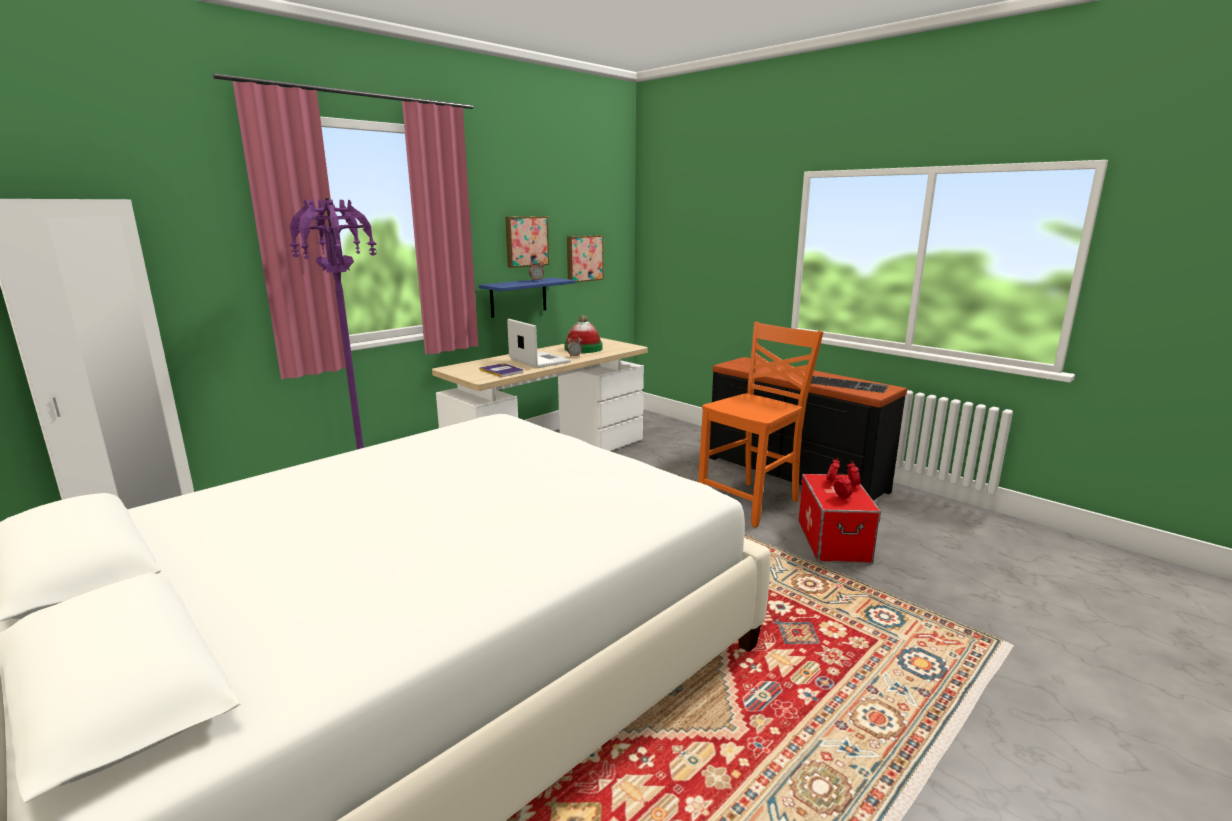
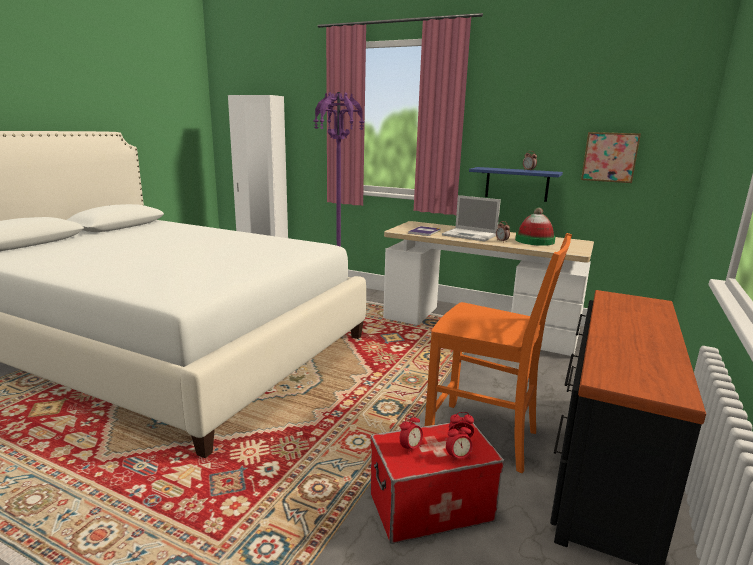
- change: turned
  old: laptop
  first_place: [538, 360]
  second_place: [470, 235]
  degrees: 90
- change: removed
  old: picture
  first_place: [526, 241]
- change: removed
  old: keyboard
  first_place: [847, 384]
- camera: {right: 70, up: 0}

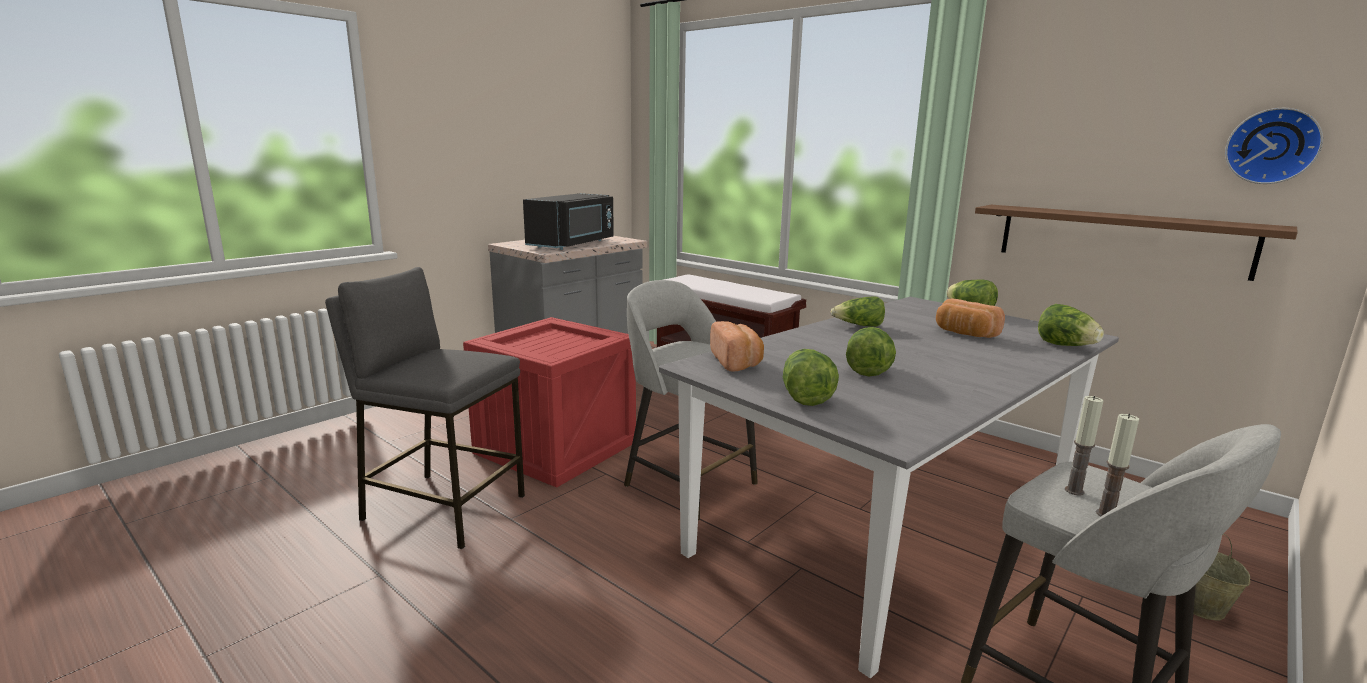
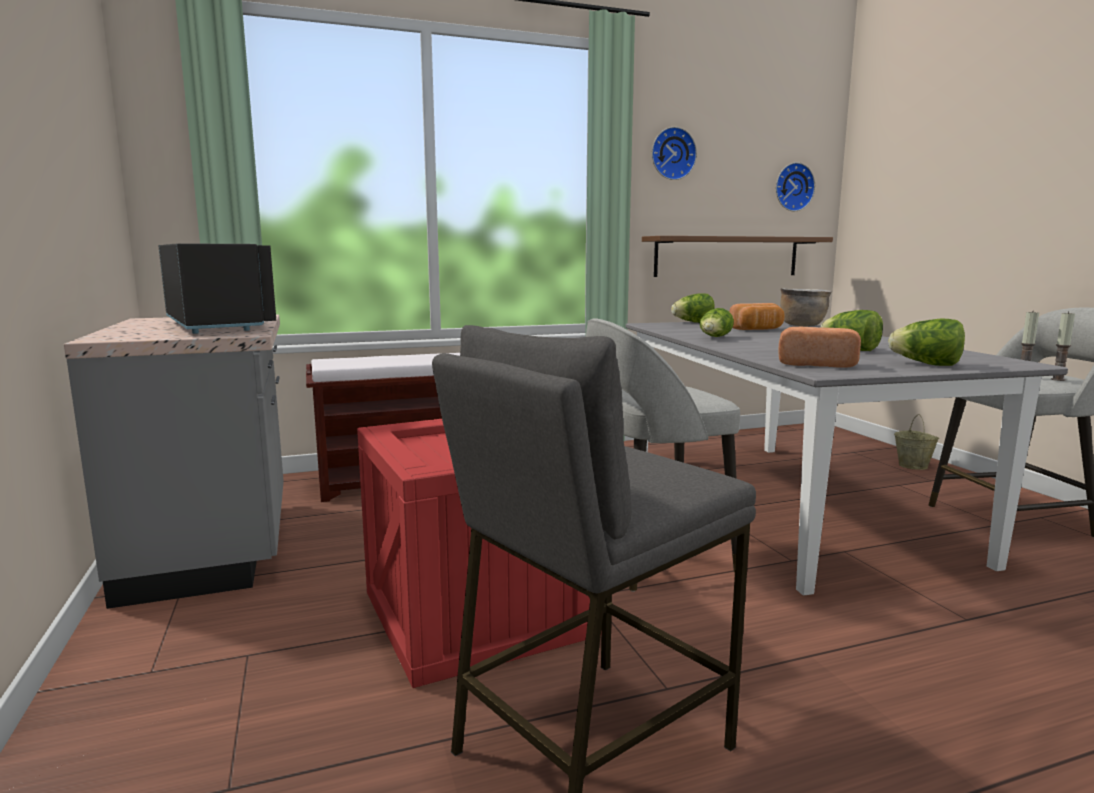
- change: added
  new: wall clock
  second_place: [672, 154]
- change: replaced
  old: lettuce
  new: cooking pot/brown
  first_place: [1065, 346]
  second_place: [802, 325]
- camera: {right: -60, up: -5}

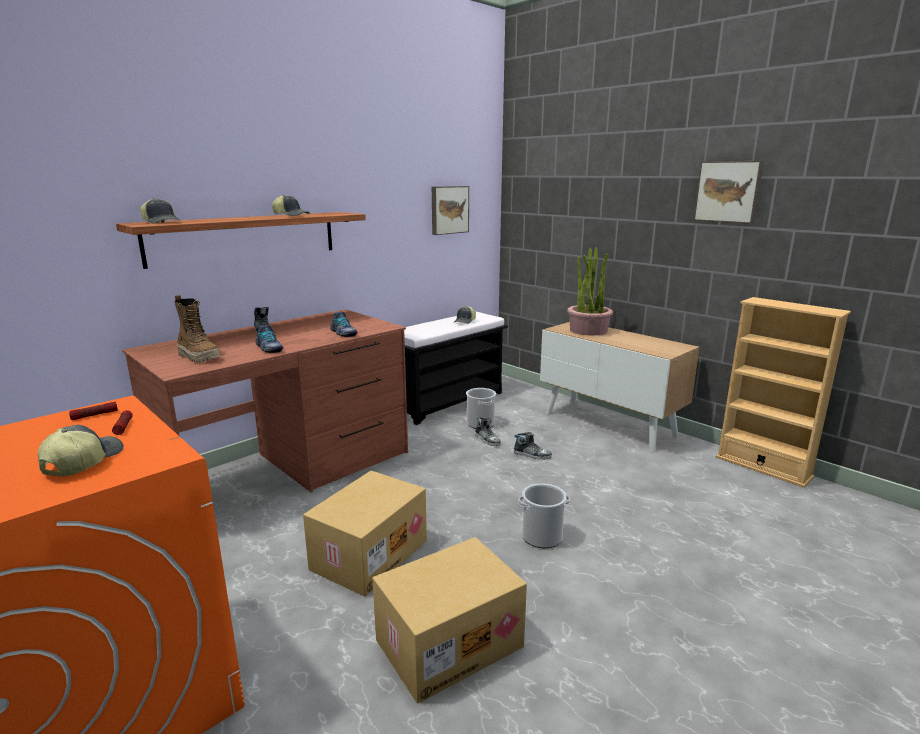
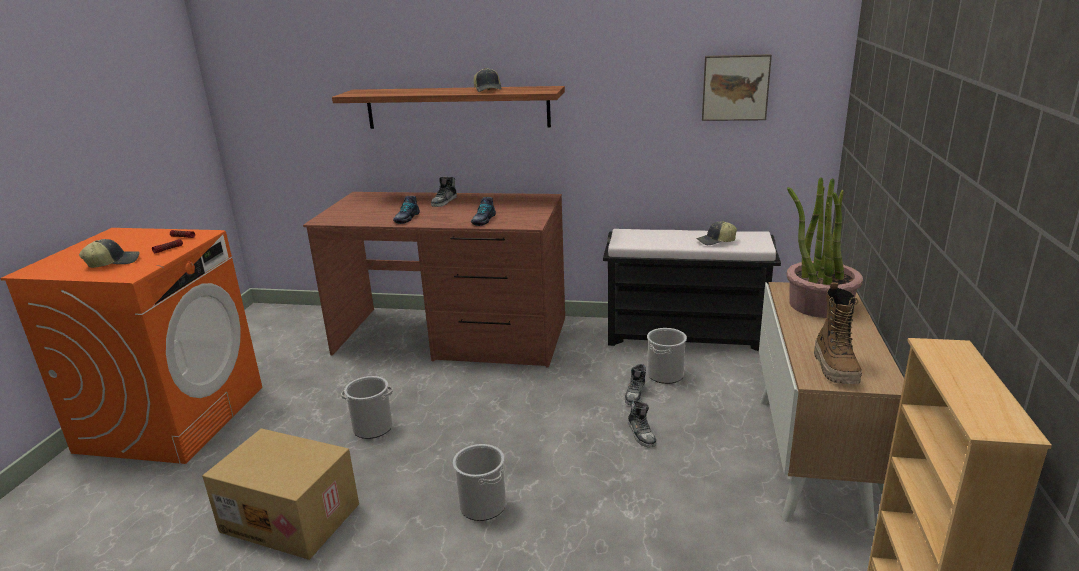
- change: replaced
  old: cardboard box
  new: bucket
  first_place: [369, 553]
  second_place: [373, 427]
- change: moved
  old: boot
  first_place: [199, 357]
  second_place: [835, 369]
- change: removed
  old: cap
  first_place: [162, 222]
- change: removed
  old: picture
  first_place: [728, 191]
- camera: {right: 55, up: 5}

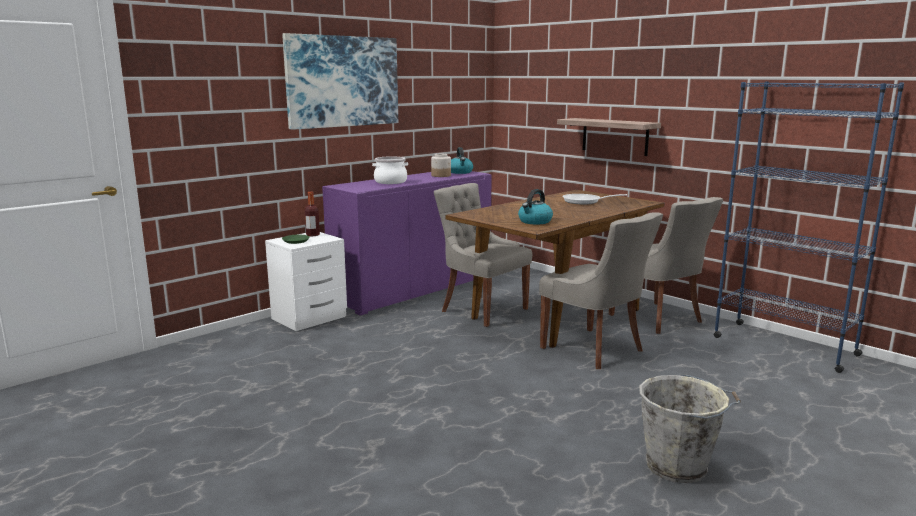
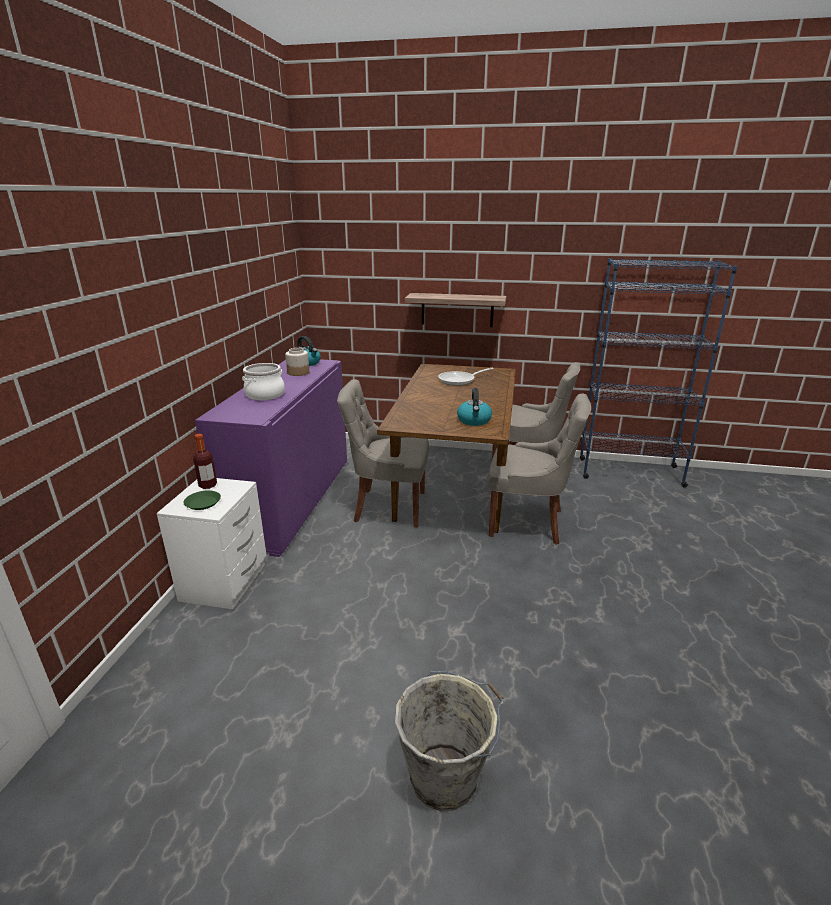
- change: moved
  old: bucket/grey
  first_place: [679, 467]
  second_place: [446, 776]
- change: removed
  old: picture
  first_place: [343, 81]
- camera: {right: -35, up: 10}

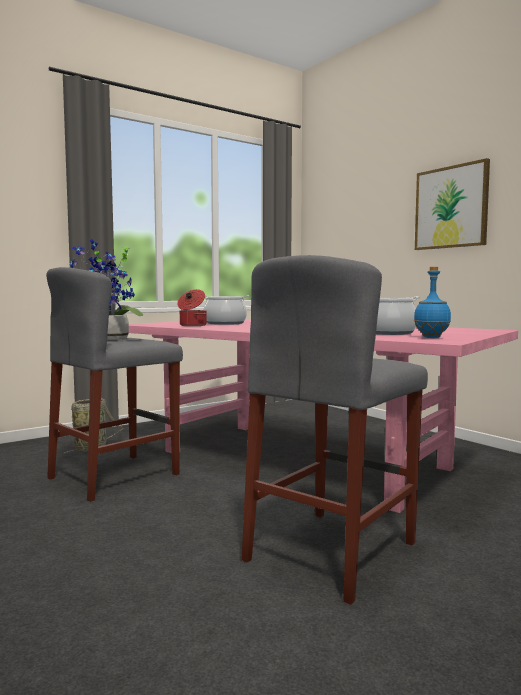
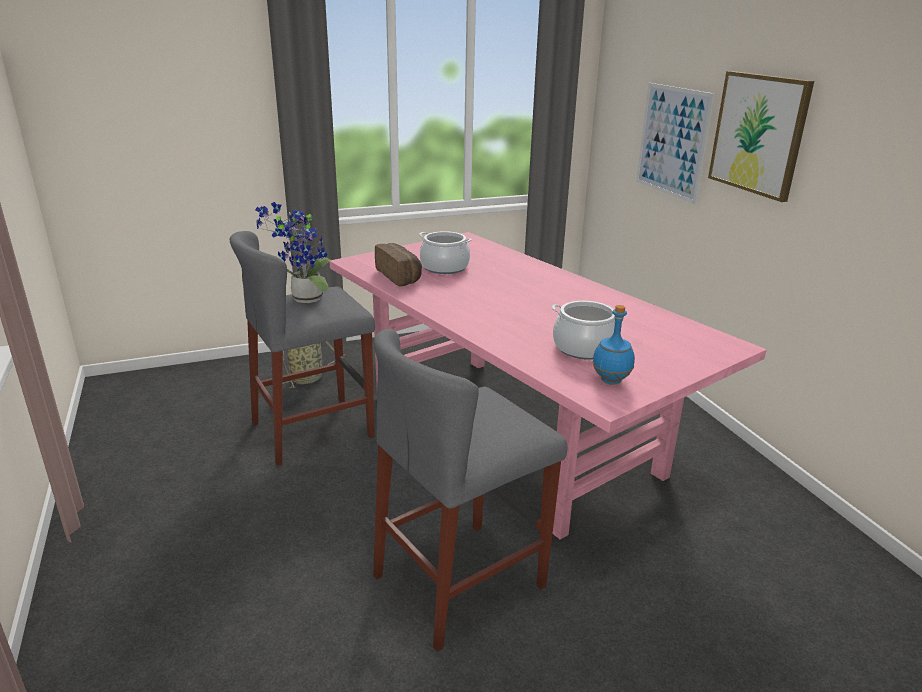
- change: replaced
  old: cooking pot
  new: bread
  first_place: [192, 325]
  second_place: [400, 276]
- change: added
  new: picture
  second_place: [672, 141]
- camera: {right: 15, up: 20}

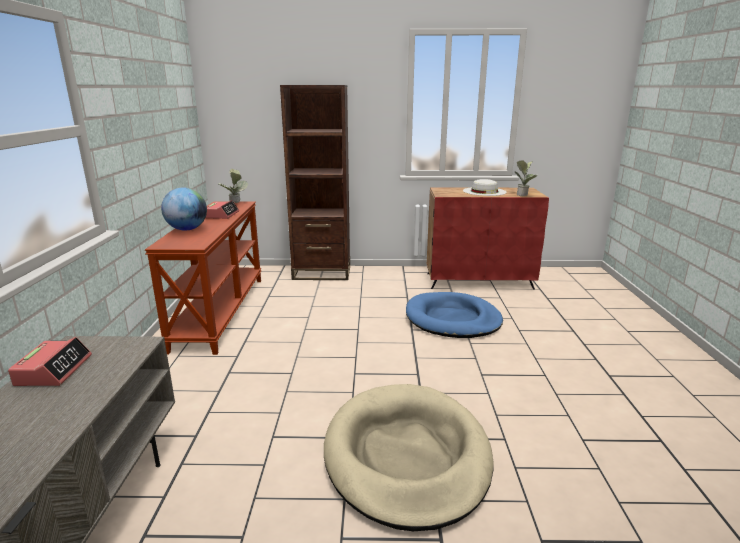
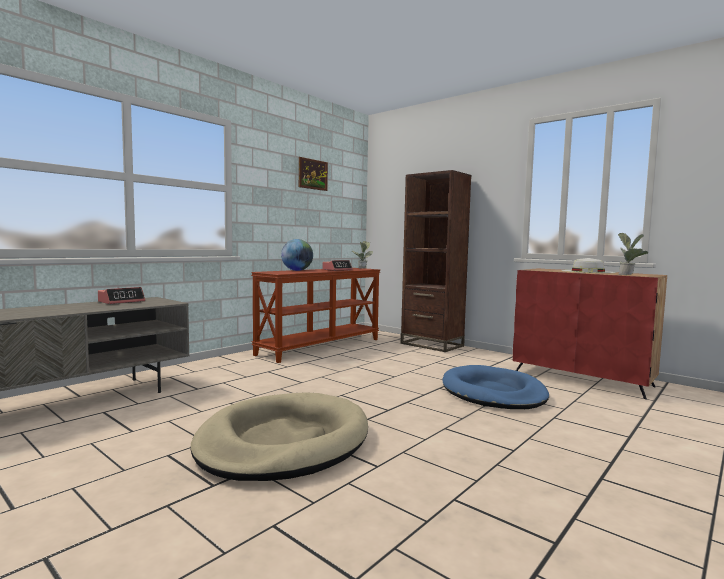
- change: added
  new: picture
  second_place: [312, 174]
- camera: {right: 40, up: -15}

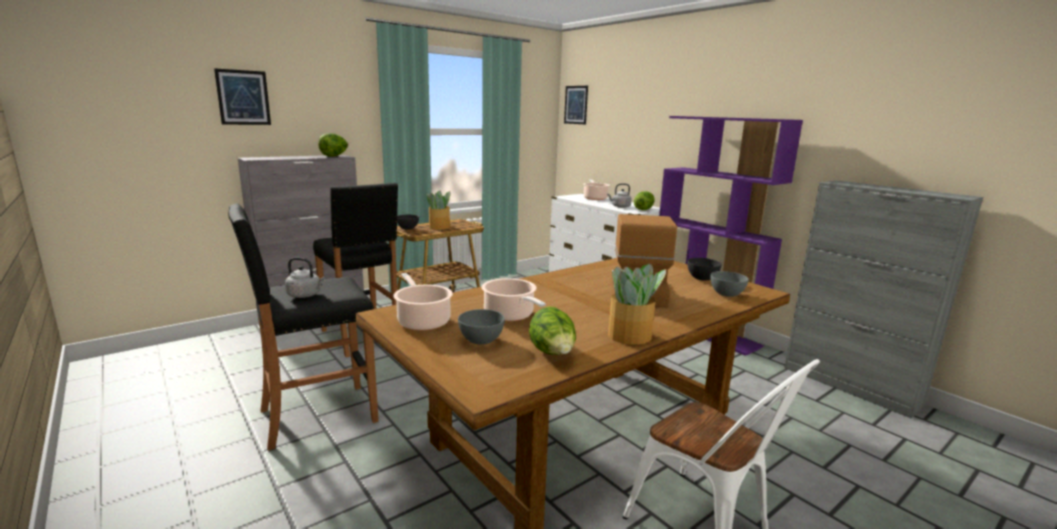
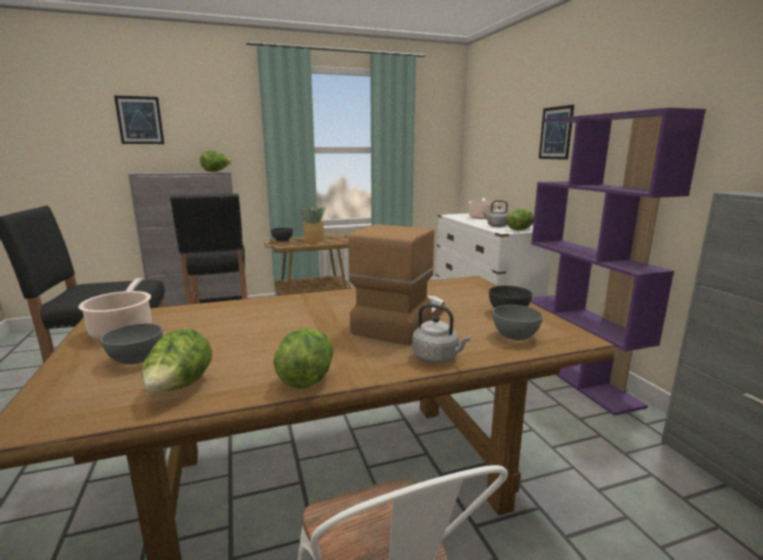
- change: replaced
  old: potted plant
  new: lettuce
  first_place: [631, 336]
  second_place: [306, 378]
- change: moved
  old: kettle/grey
  first_place: [305, 295]
  second_place: [437, 358]
- change: moved
  old: picture
  first_place: [576, 105]
  second_place: [556, 133]
- change: removed
  old: cooking pot
  first_place: [510, 315]
- camera: {right: 20, up: 0}

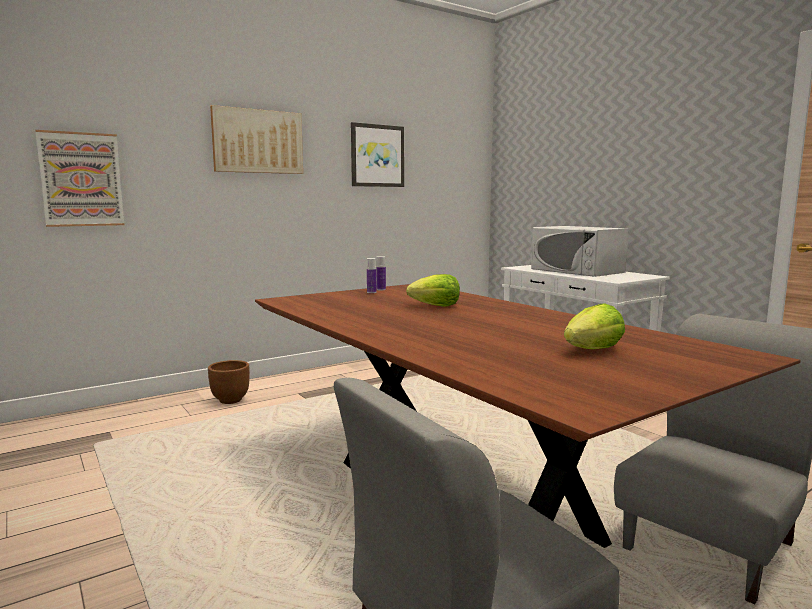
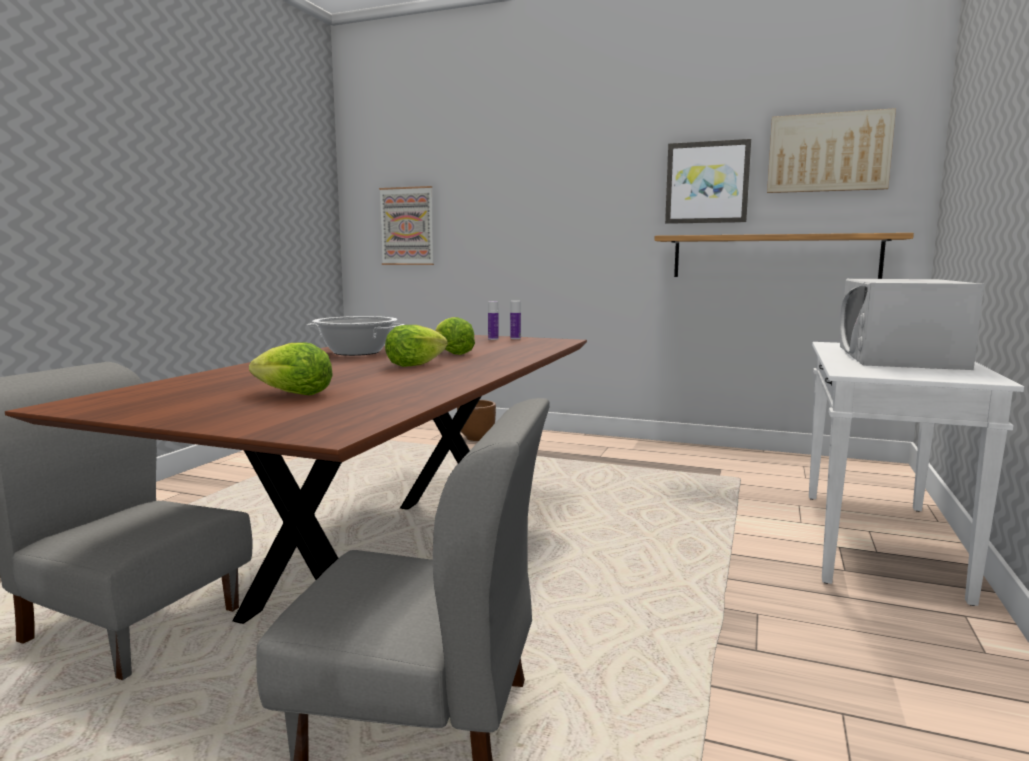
- change: added
  new: cooking pot
  second_place: [357, 352]
- change: added
  new: lettuce
  second_place: [414, 365]
- change: added
  new: shelf
  second_place: [774, 256]
- change: moved
  old: picture
  first_place: [258, 141]
  second_place: [828, 153]
- camera: {right: 55, up: 0}

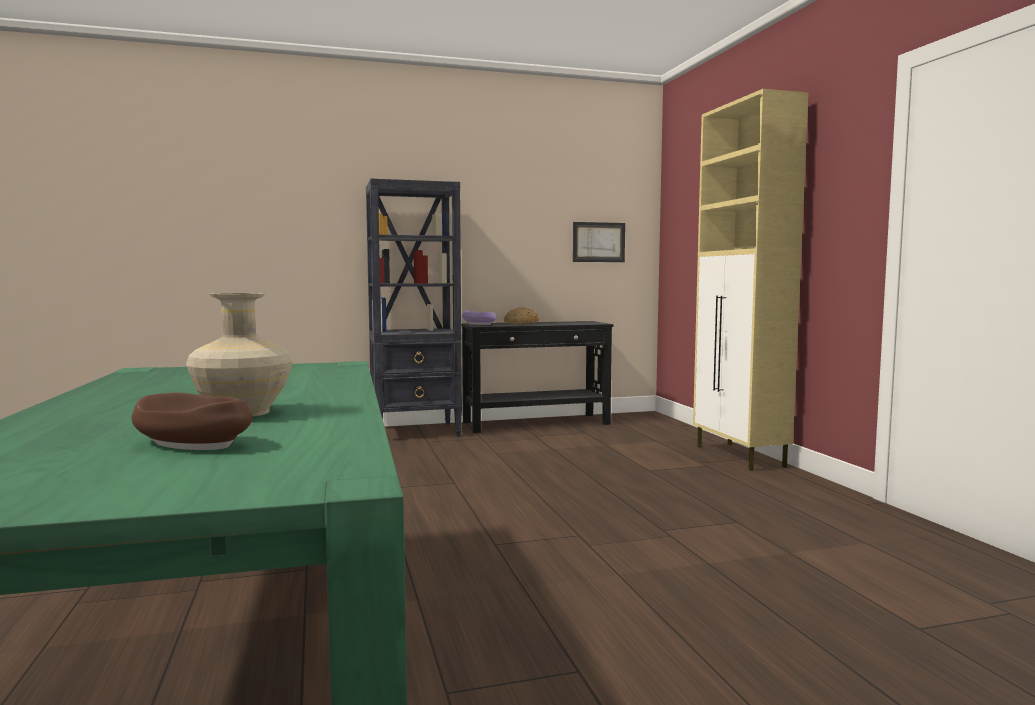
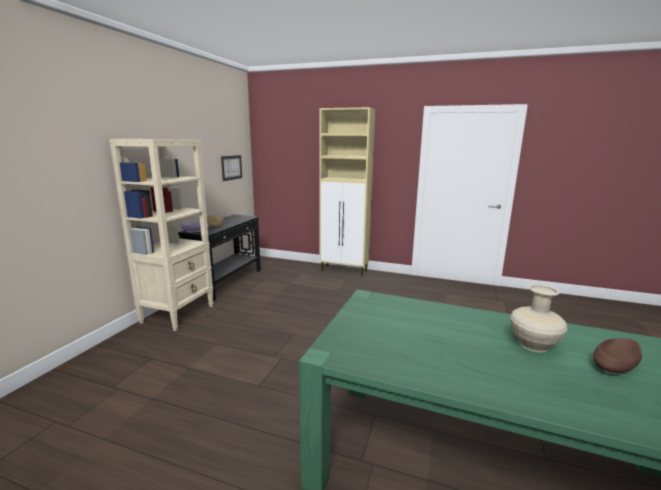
- change: recoloured
  old: bookcase/black
  new: bookcase/beige
  first_place: [416, 432]
  second_place: [178, 314]
- camera: {right: -55, up: 10}

